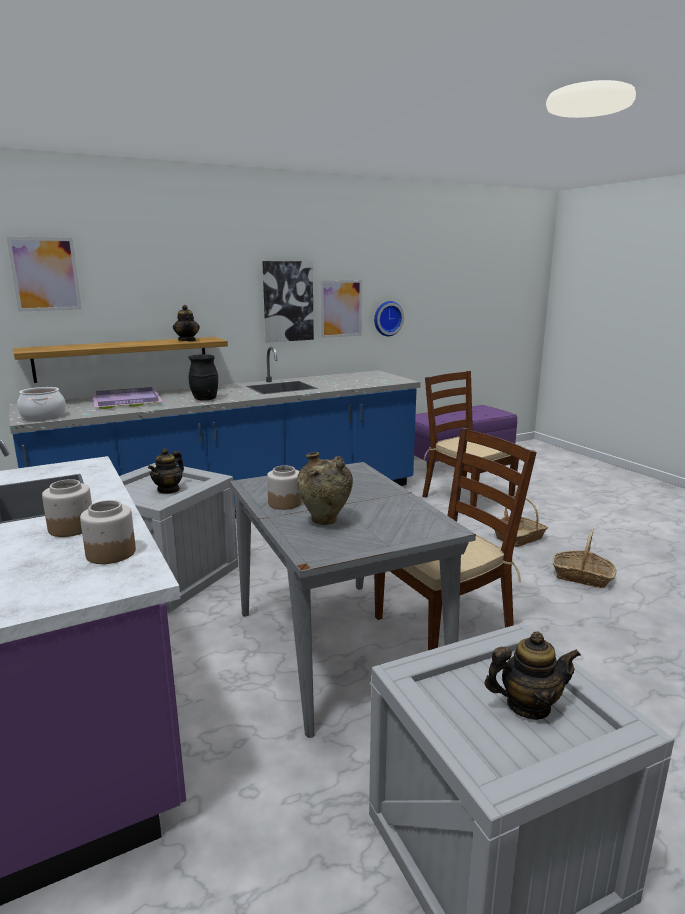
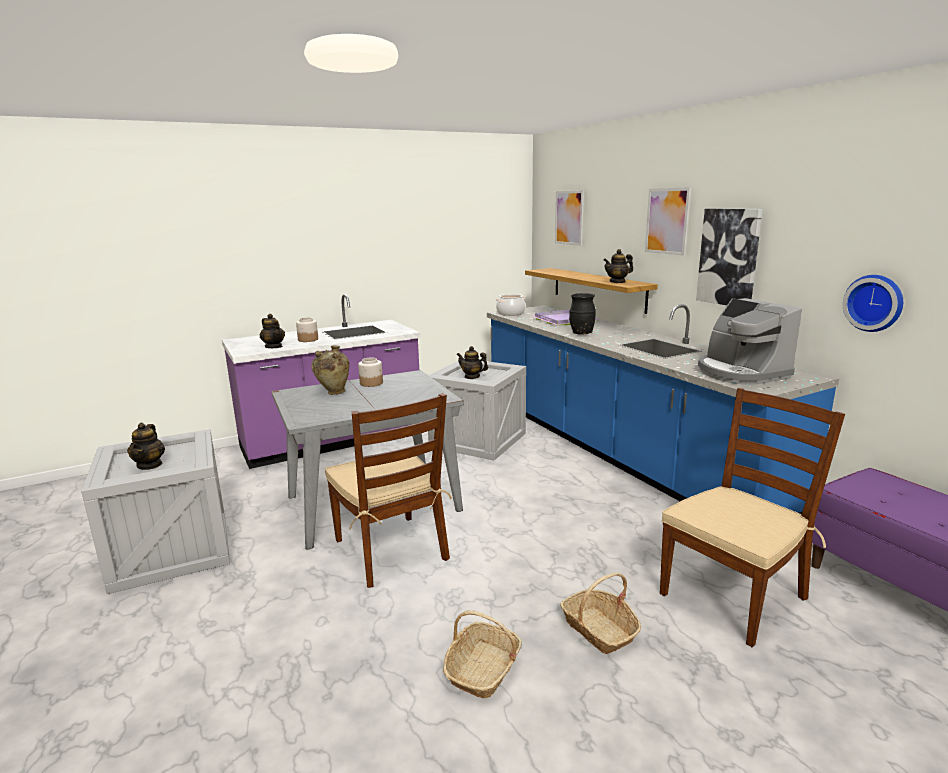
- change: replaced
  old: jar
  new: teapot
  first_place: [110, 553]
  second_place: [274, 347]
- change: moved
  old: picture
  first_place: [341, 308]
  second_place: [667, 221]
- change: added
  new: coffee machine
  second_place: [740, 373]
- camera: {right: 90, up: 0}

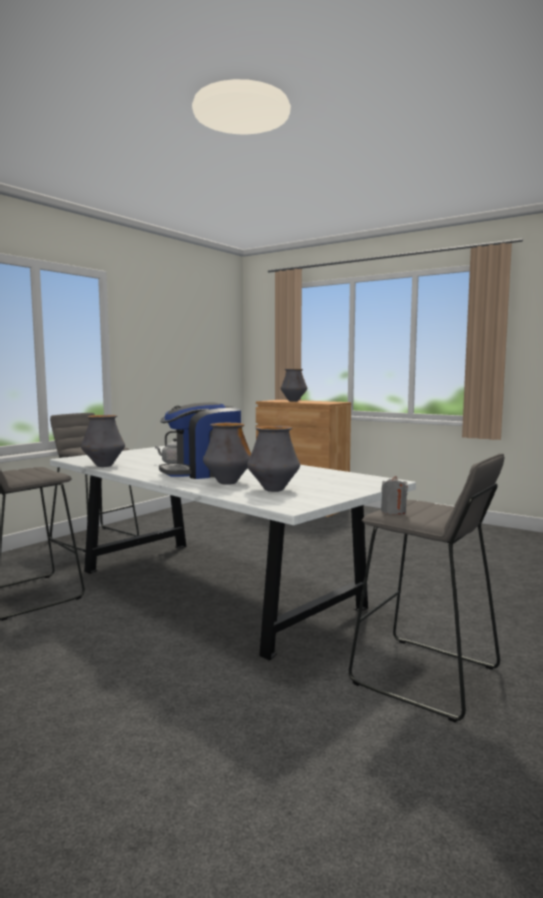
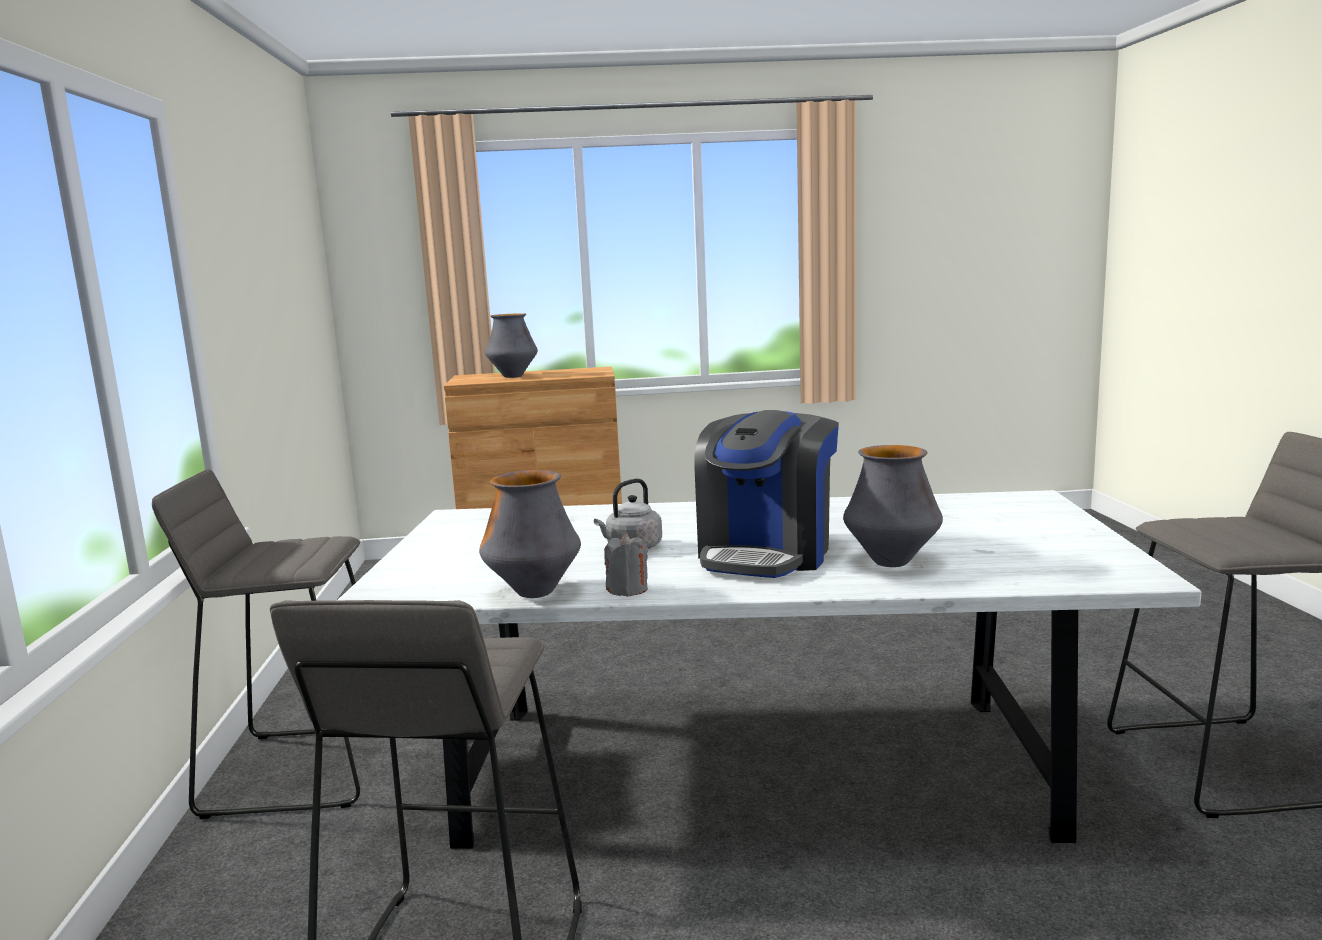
- change: moved
  old: candle/grey
  first_place: [393, 511]
  second_place: [627, 590]
- change: removed
  old: vase
  first_place: [273, 490]
- camera: {right: -40, up: 5}

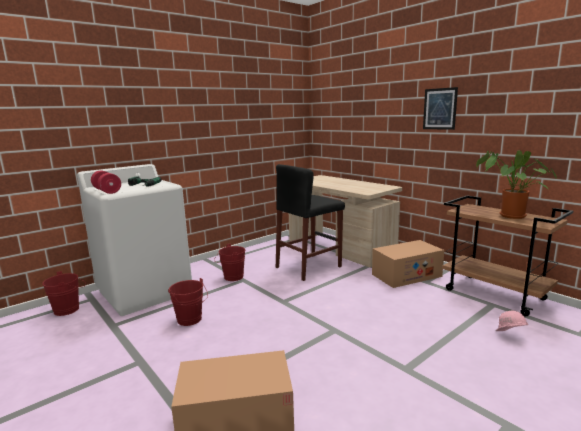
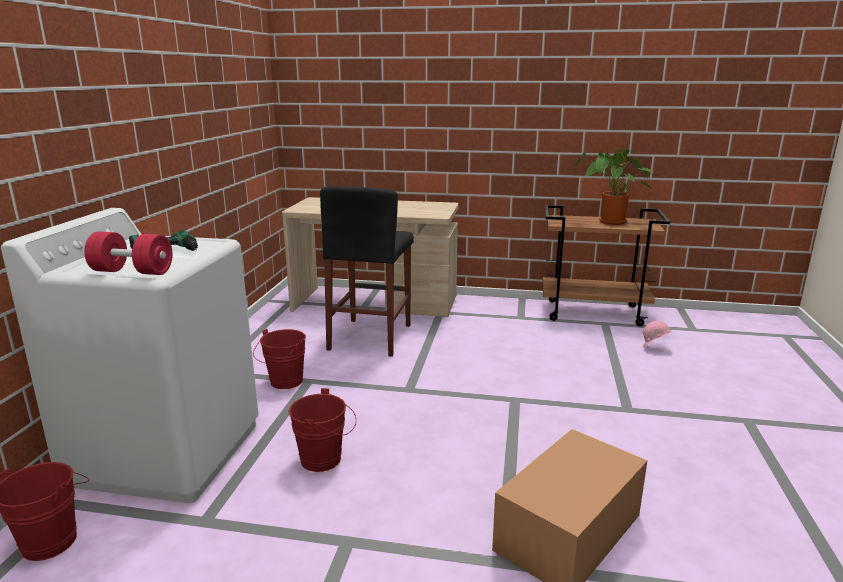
- change: removed
  old: cardboard box
  first_place: [406, 275]
- change: removed
  old: picture
  first_place: [439, 109]
- camera: {right: -40, up: 5}

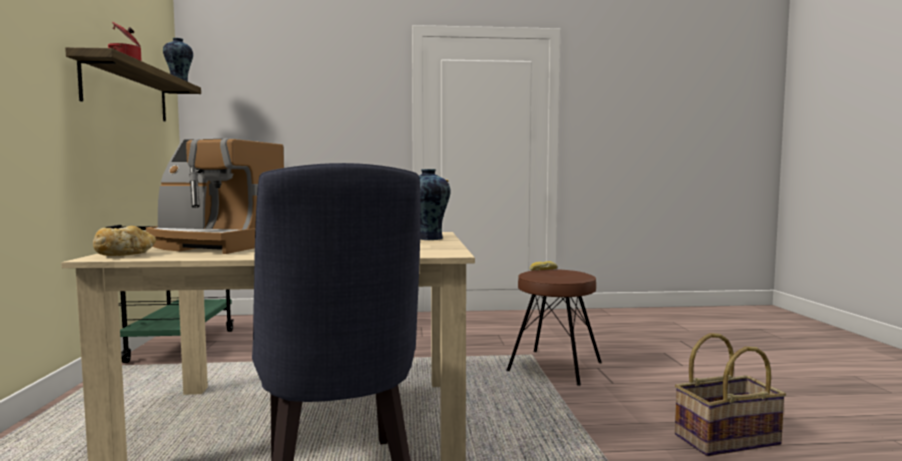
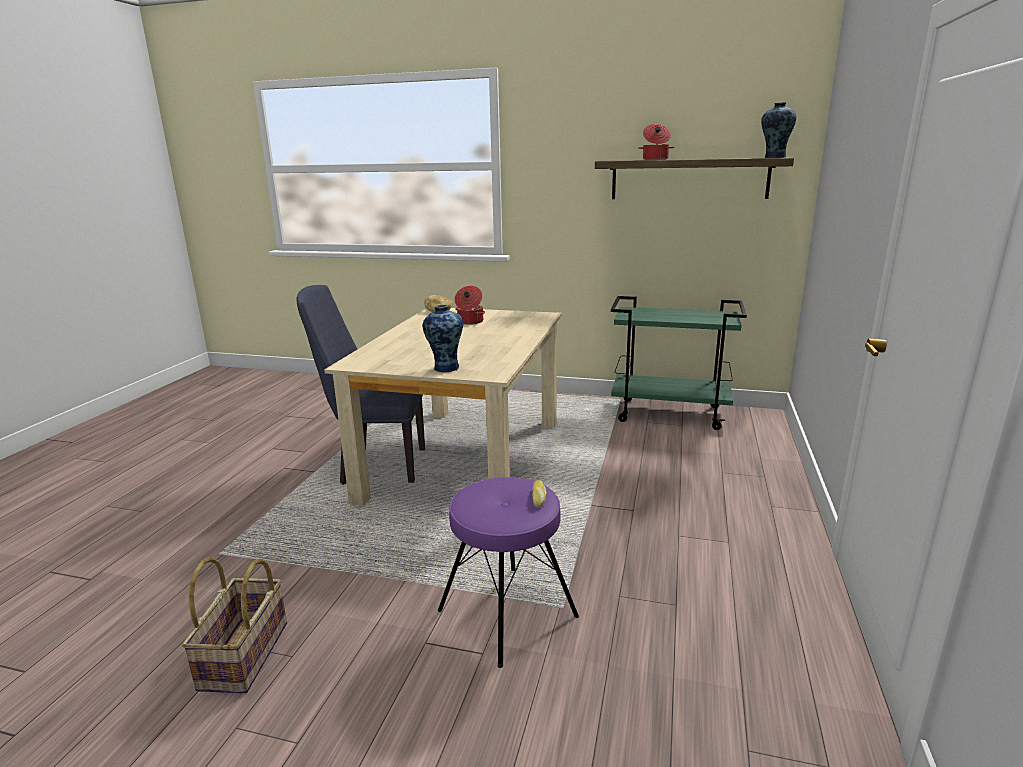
- change: recoloured
  old: stool/brown
  new: stool/purple
  first_place: [555, 366]
  second_place: [507, 614]
- change: replaced
  old: coffee machine
  new: cooking pot
  first_place: [216, 245]
  second_place: [470, 322]
- camera: {right: 110, up: 15}

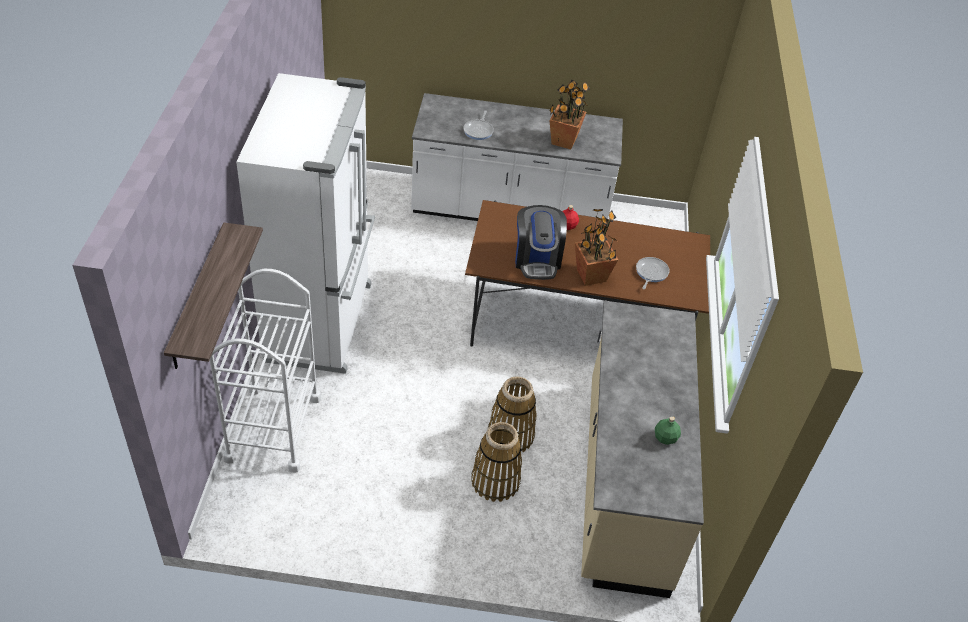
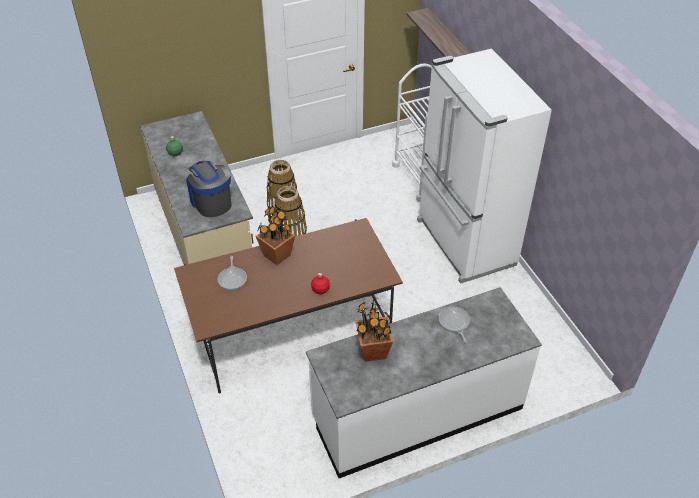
- change: moved
  old: coffee machine
  first_place: [537, 259]
  second_place: [211, 202]
- camera: {right: 155, up: 0}

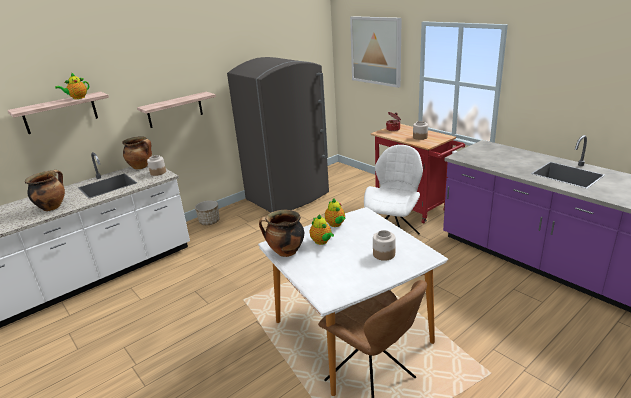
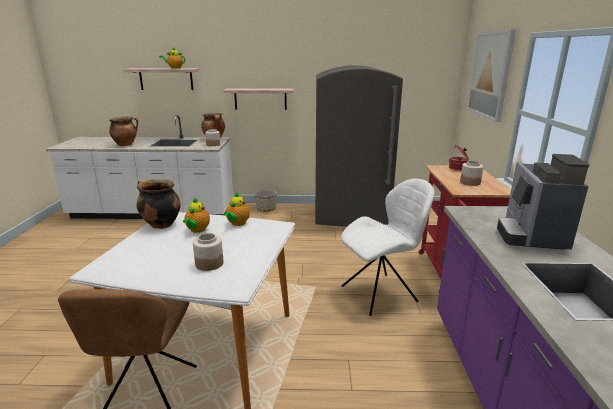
- change: added
  new: coffee machine
  second_place: [531, 235]
- camera: {right: 40, up: -5}

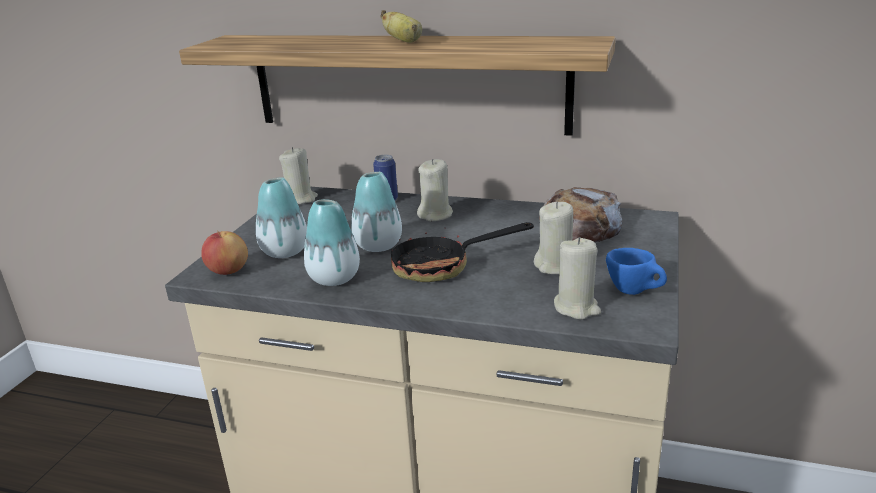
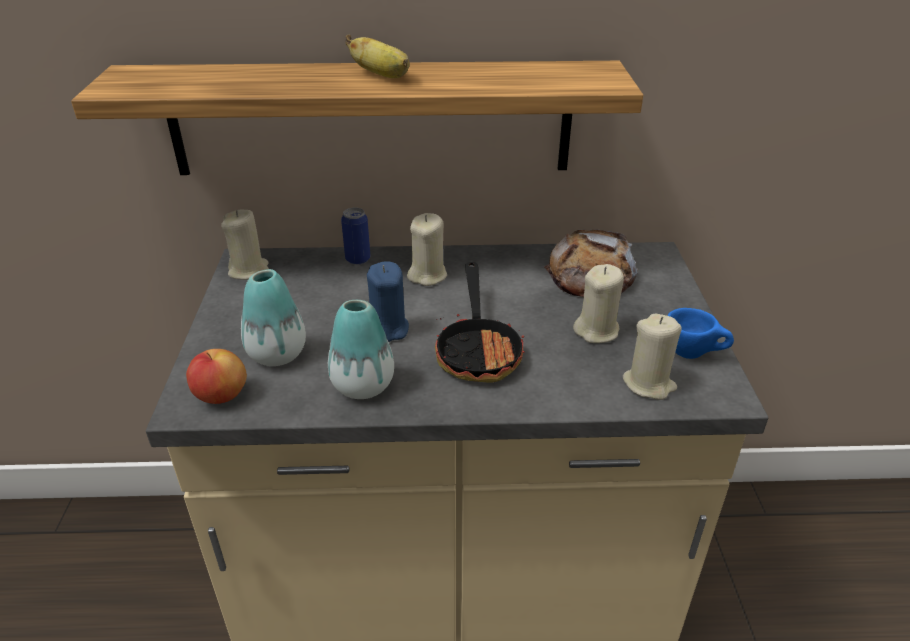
- change: replaced
  old: vase
  new: candle/blue
  first_place: [378, 245]
  second_place: [387, 329]
- change: turned
  old: frying pan
  first_place: [443, 266]
  second_place: [478, 349]
  degrees: -60
- camera: {right: -20, up: 10}

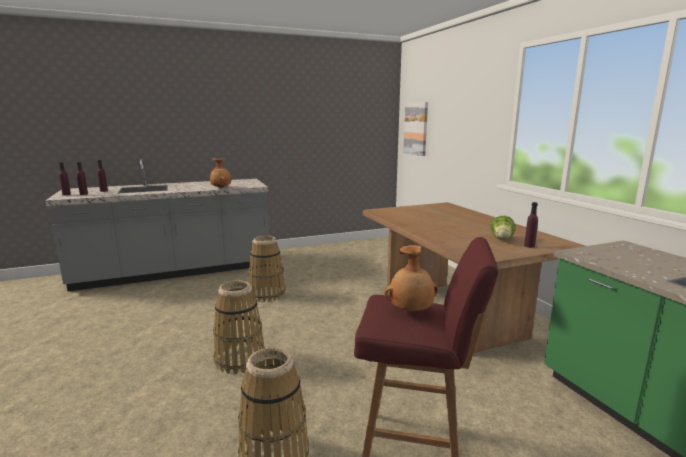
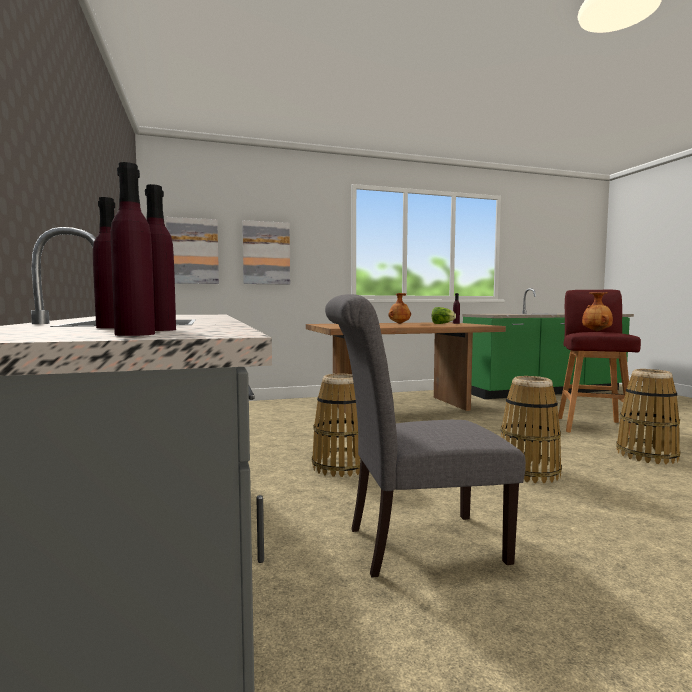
- change: added
  new: picture
  second_place: [266, 253]
- change: added
  new: chair/grey
  second_place: [415, 545]
- change: moved
  old: vase/brown
  first_place: [221, 188]
  second_place: [399, 323]
- camera: {right: -85, up: -10}

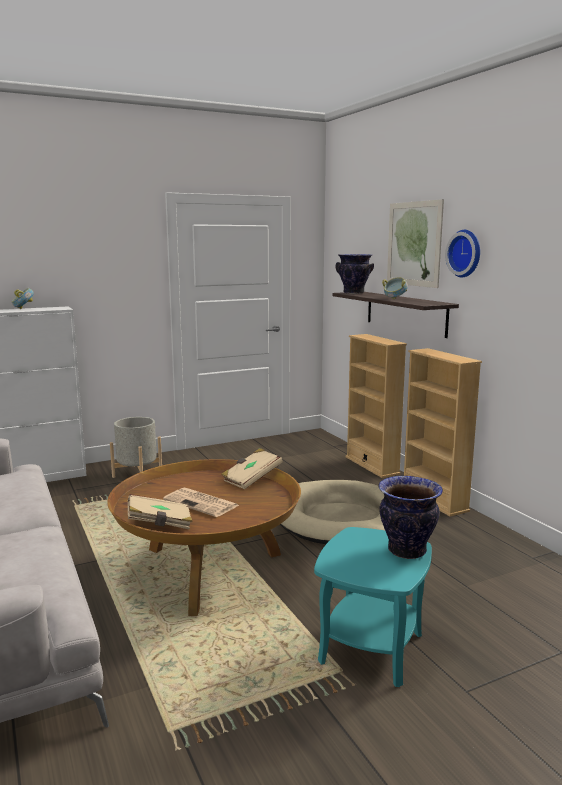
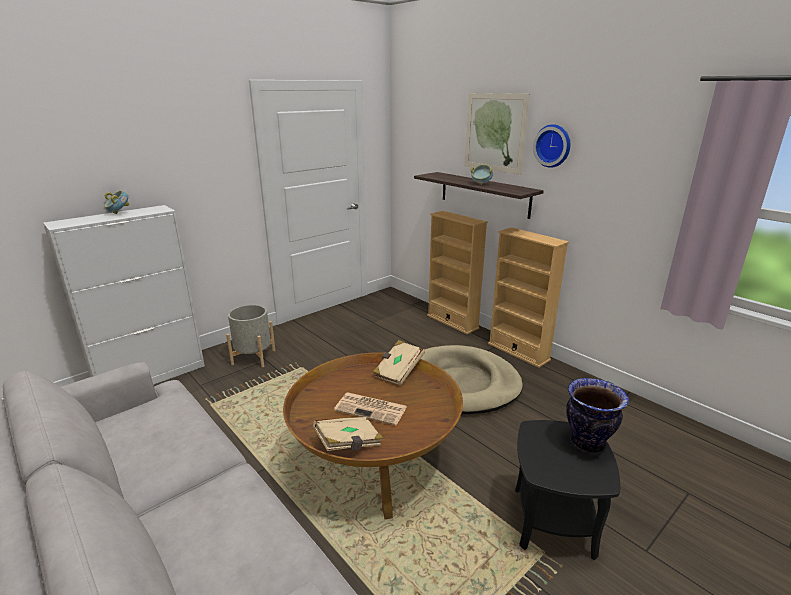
- change: recoloured
  old: side table/turquoise
  new: side table/black
  first_place: [371, 649]
  second_place: [553, 522]
- change: removed
  old: vase
  first_place: [353, 293]
- camera: {right: -15, up: 10}

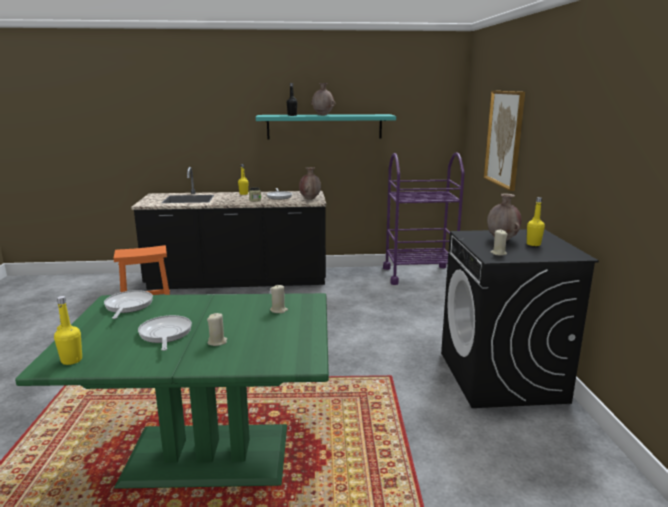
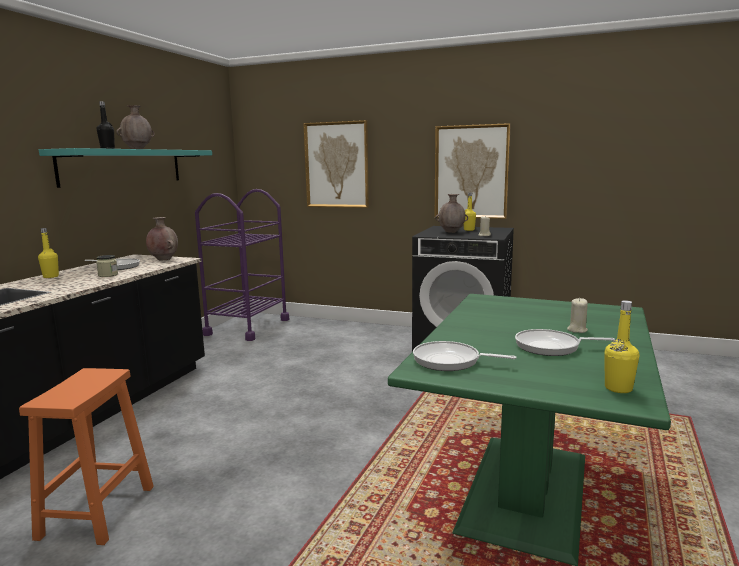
- change: added
  new: picture
  second_place: [471, 172]
- change: removed
  old: candle/beige
  first_place: [278, 310]
- camera: {right: -65, up: -5}

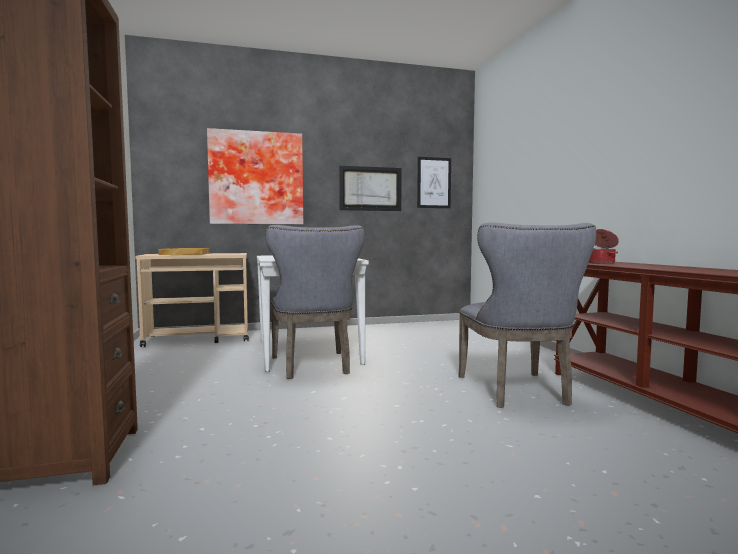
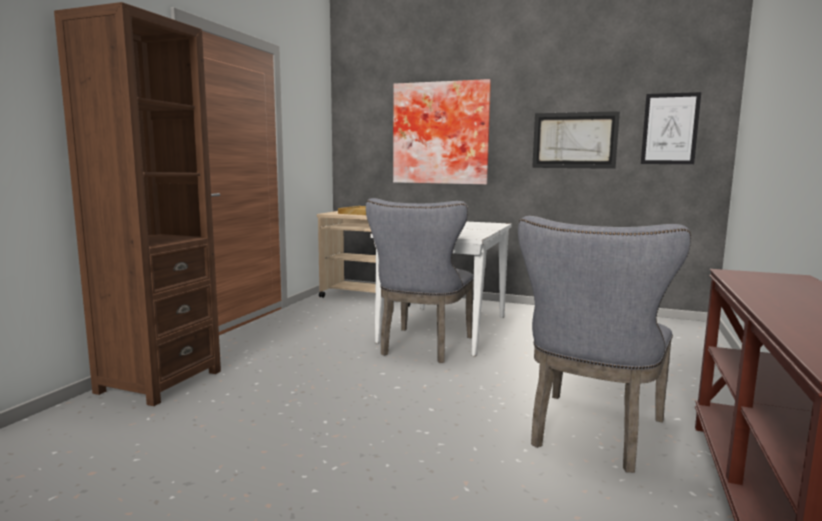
- change: removed
  old: cooking pot
  first_place: [601, 263]
- camera: {right: 35, up: 5}

